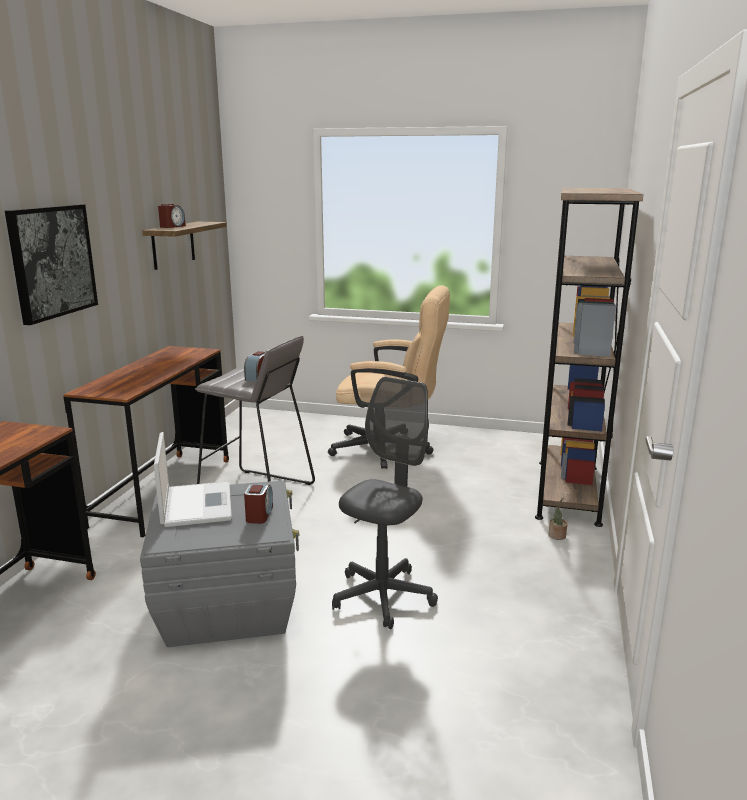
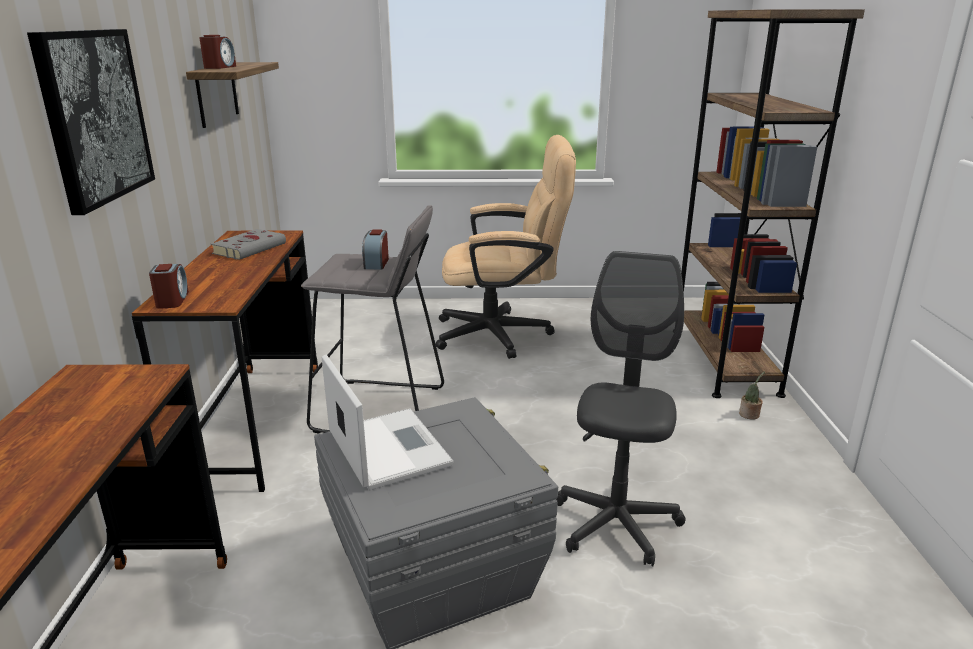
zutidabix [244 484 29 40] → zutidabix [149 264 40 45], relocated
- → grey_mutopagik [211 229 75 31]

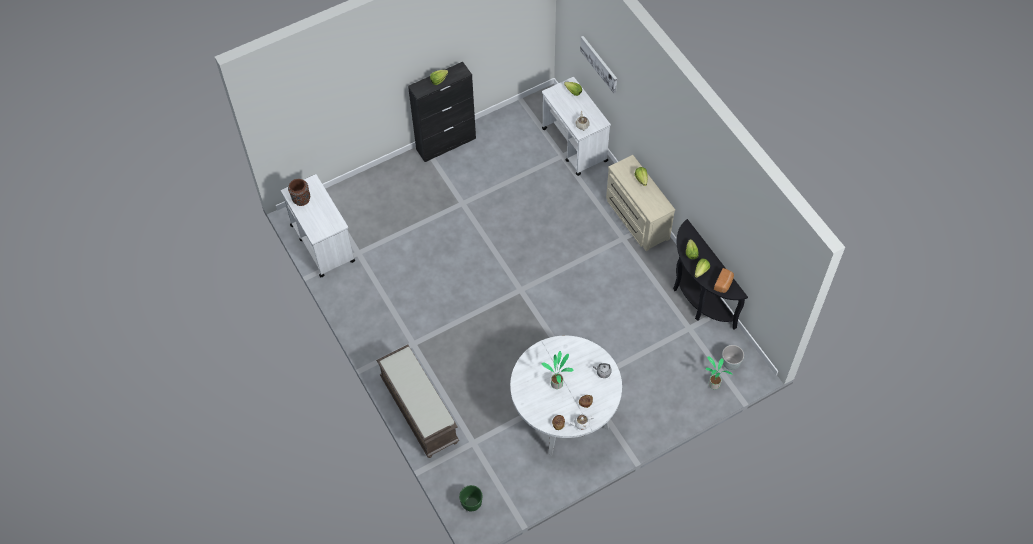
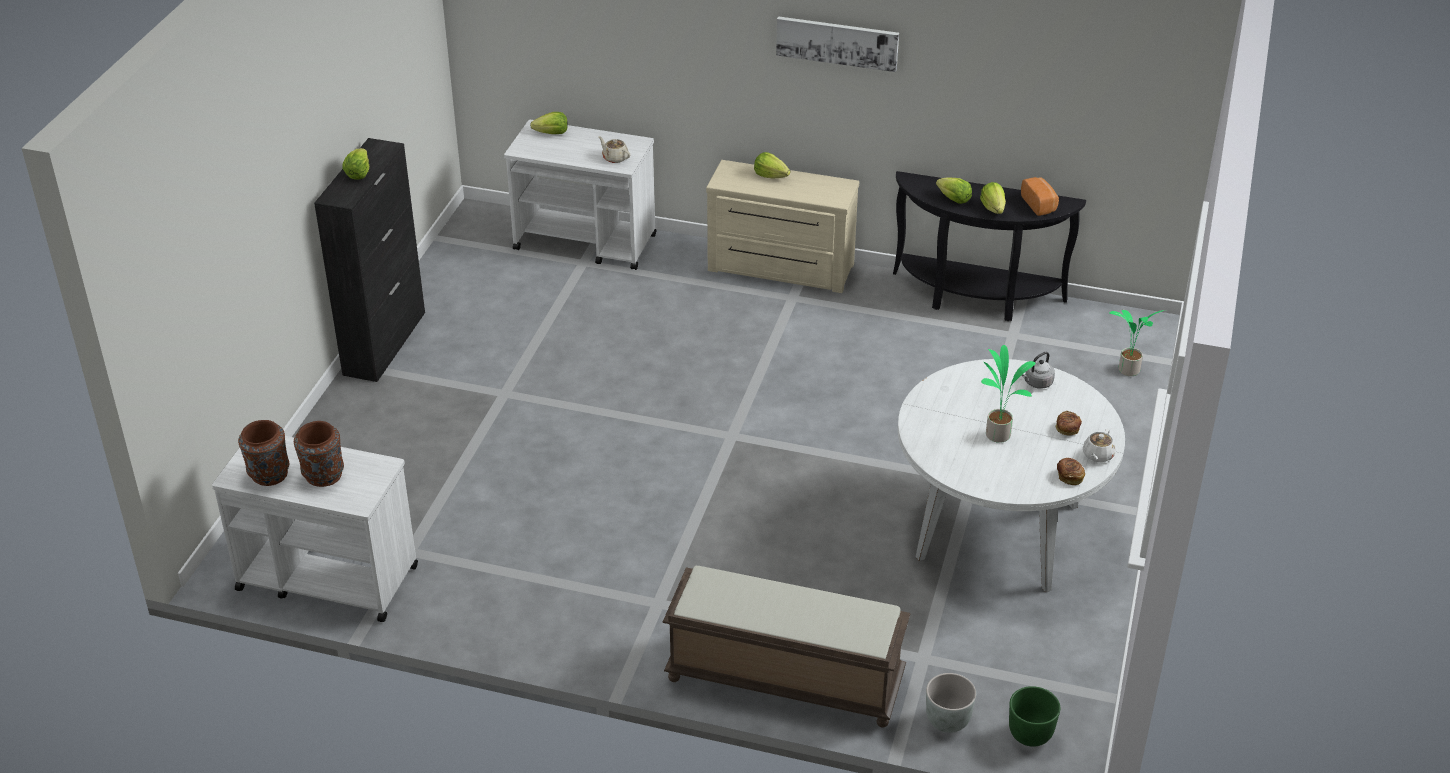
- → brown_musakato [294 421 50 66]
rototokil [580 36 37 57] → rototokil [776 16 123 56], relocated
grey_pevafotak [722 345 22 25] → grey_pevafotak [926 673 50 60], relocated

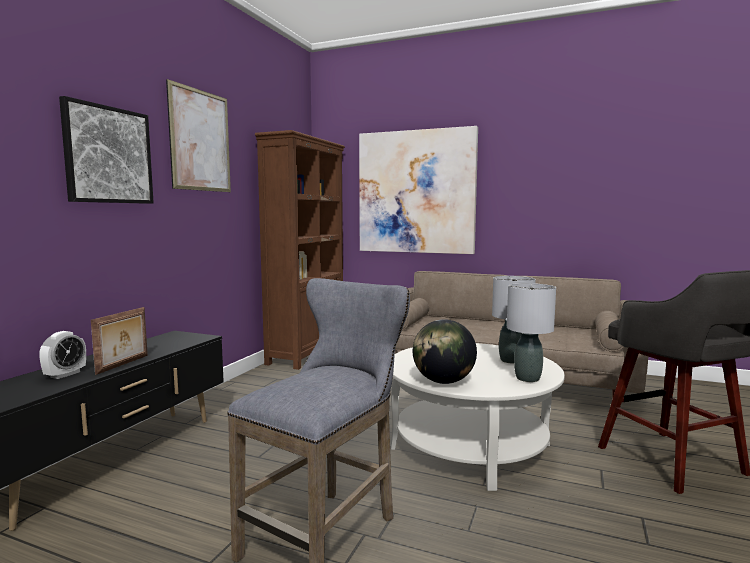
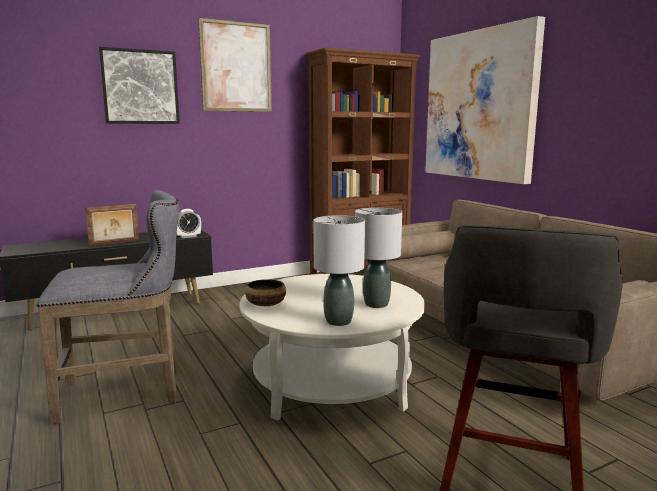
zutidabix [39 331 47 48] → zutidabix [177 209 24 29], relocated
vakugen [413 319 64 65] → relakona [245 279 41 27]

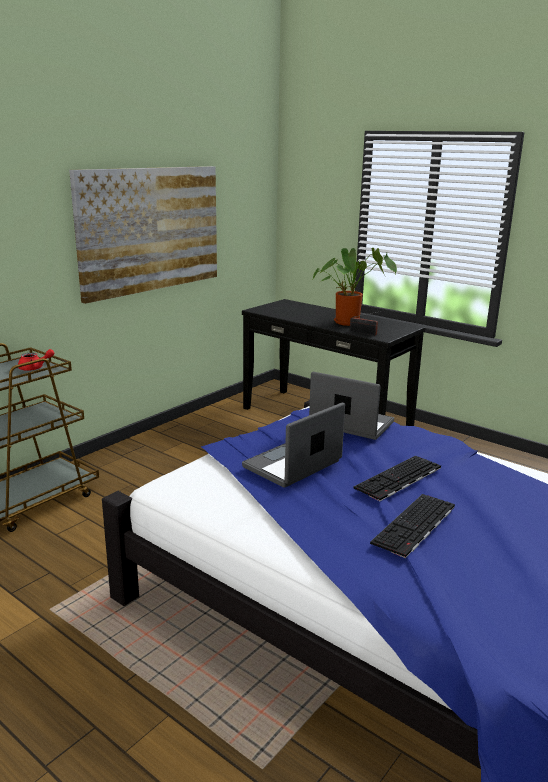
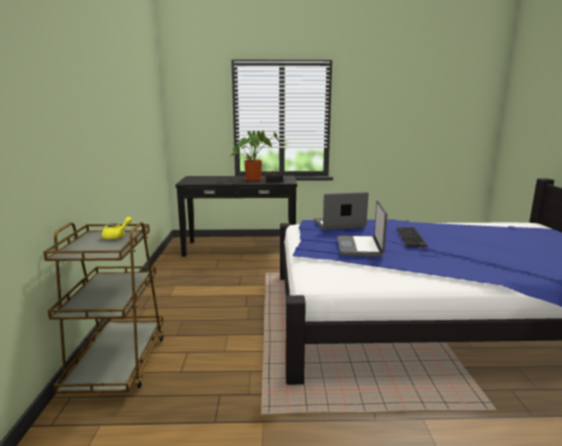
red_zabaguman [18 349 36 22] → yellow_zabaguman [102 217 30 23]
rototokil [69 166 148 138] → -
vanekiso [370 494 85 64] → -

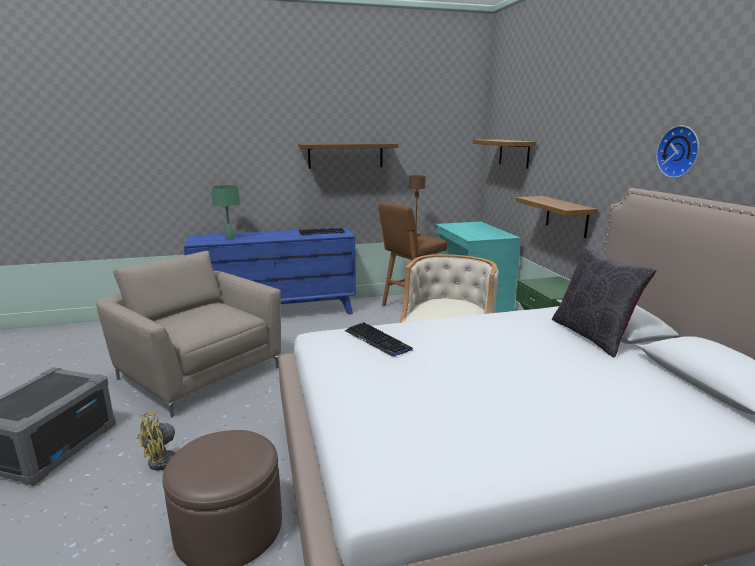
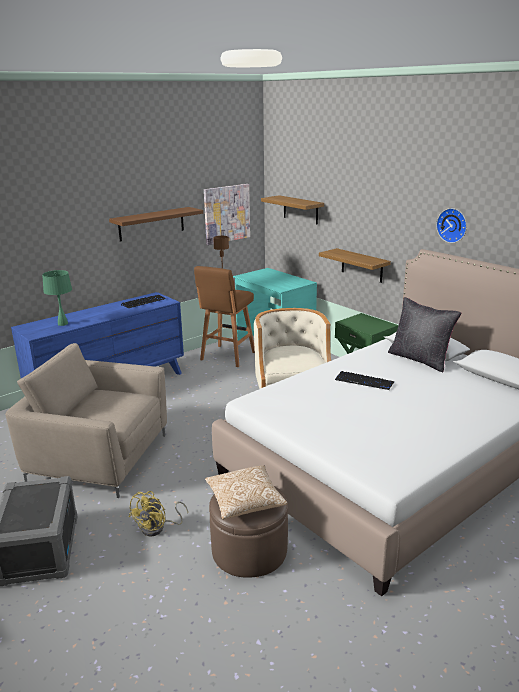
- → rototokil [204 184 46 61]
- → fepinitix [205 465 83 55]
vanekiso [345 322 68 35] → vanekiso [335 371 59 19], relocated

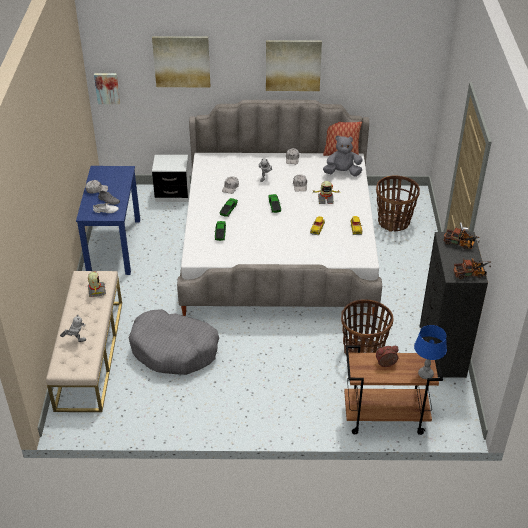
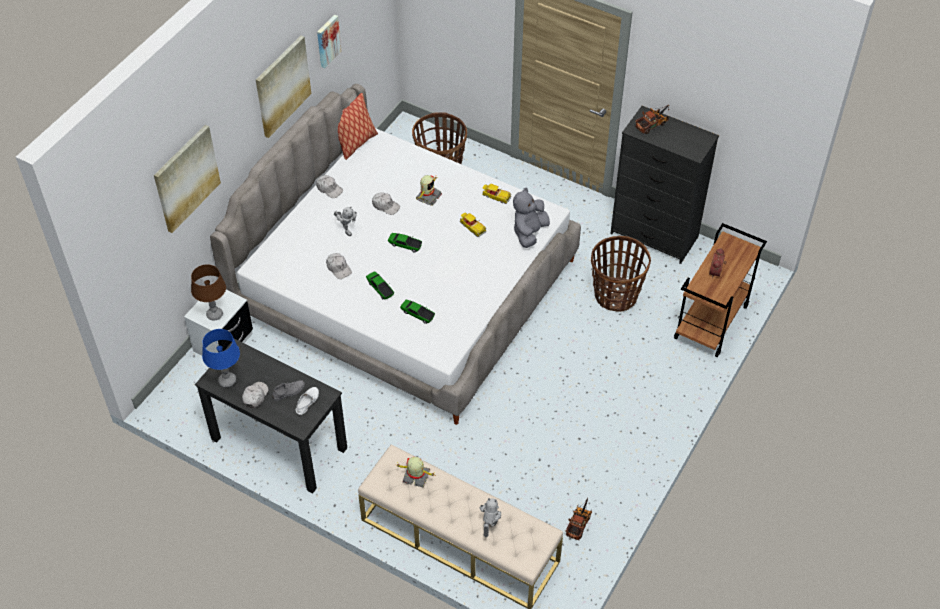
- → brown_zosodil [191 264 35 57]
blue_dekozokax [76 166 64 109] → black_dekozokax [195 339 152 154]
blue_zosodil [414 325 33 54] → blue_zosodil [202 329 38 58], relocated
rototokil [94 73 26 31] → rototokil [317 15 24 53], relocated
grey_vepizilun [323 135 40 42] → grey_vepizilun [513 187 37 61], relocated
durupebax [453 258 38 21] → durupebax [565 498 27 42], relocated
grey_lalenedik [129 309 90 66] → -

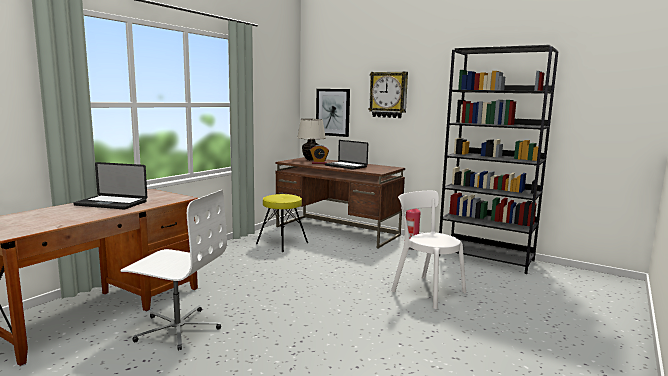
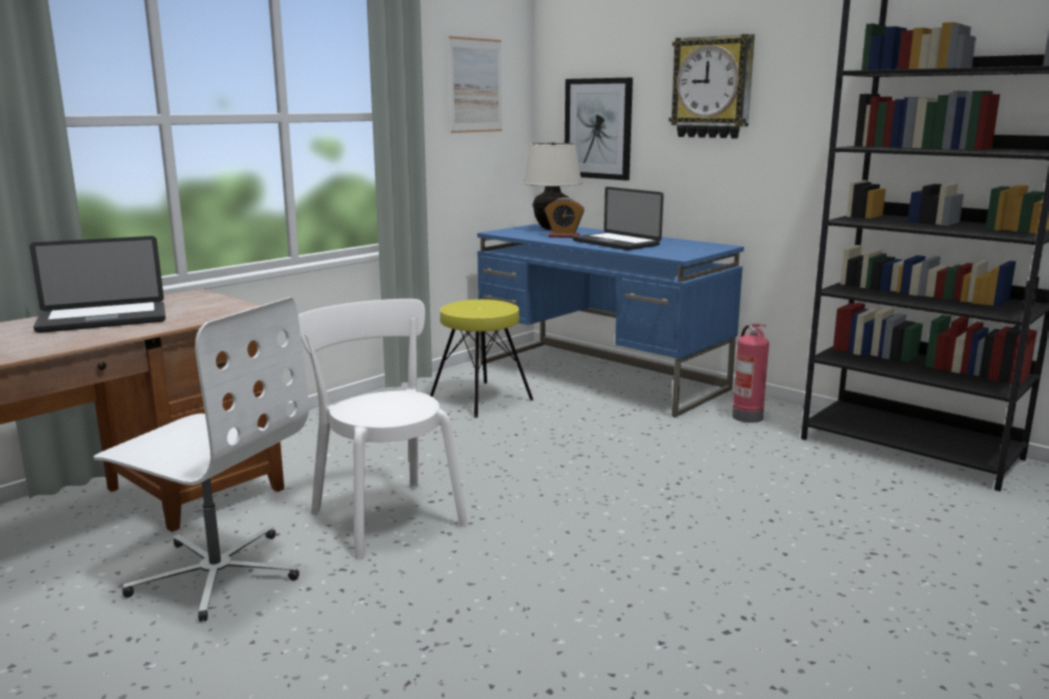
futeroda [73 162 74 47] → futeroda [30 236 136 97], 45 degrees counterclockwise
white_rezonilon [391 191 75 118] → white_rezonilon [298 299 170 260], relocated
- → rototokil [449 36 53 97]
brown_dekozokax [276 157 129 92] → blue_dekozokax [477 223 267 194]

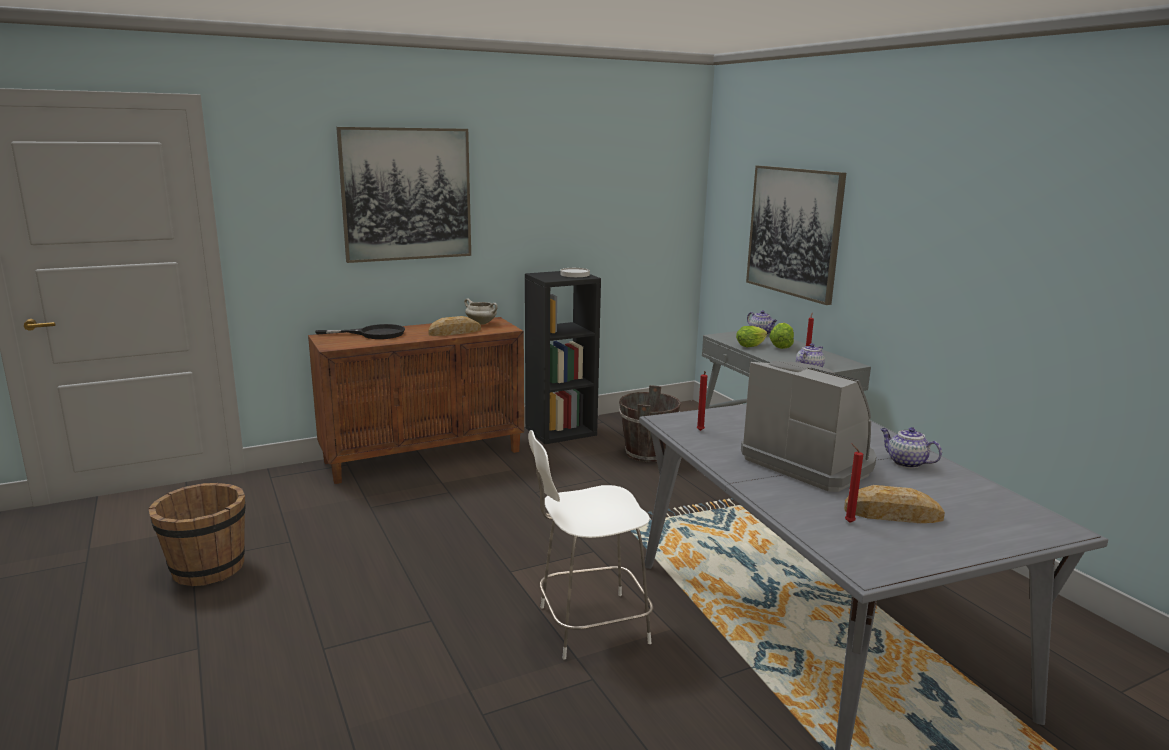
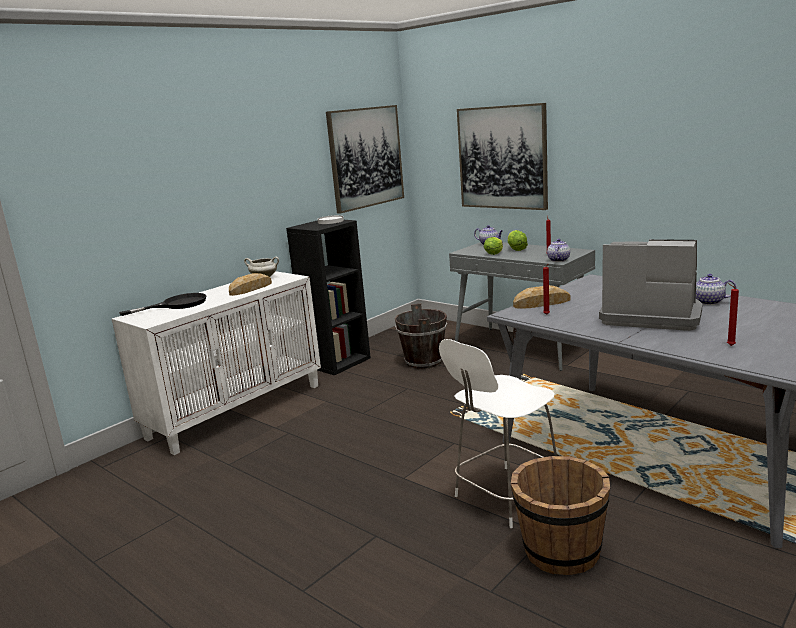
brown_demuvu [308 317 216 167] → white_demuvu [112 271 209 184]
rototokil [336 127 135 136] → rototokil [326 105 78 109], relocated
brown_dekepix [148 483 97 103] → brown_dekepix [511 456 99 119], relocated
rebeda [844 485 101 38] → rebeda [513 285 57 24], relocated

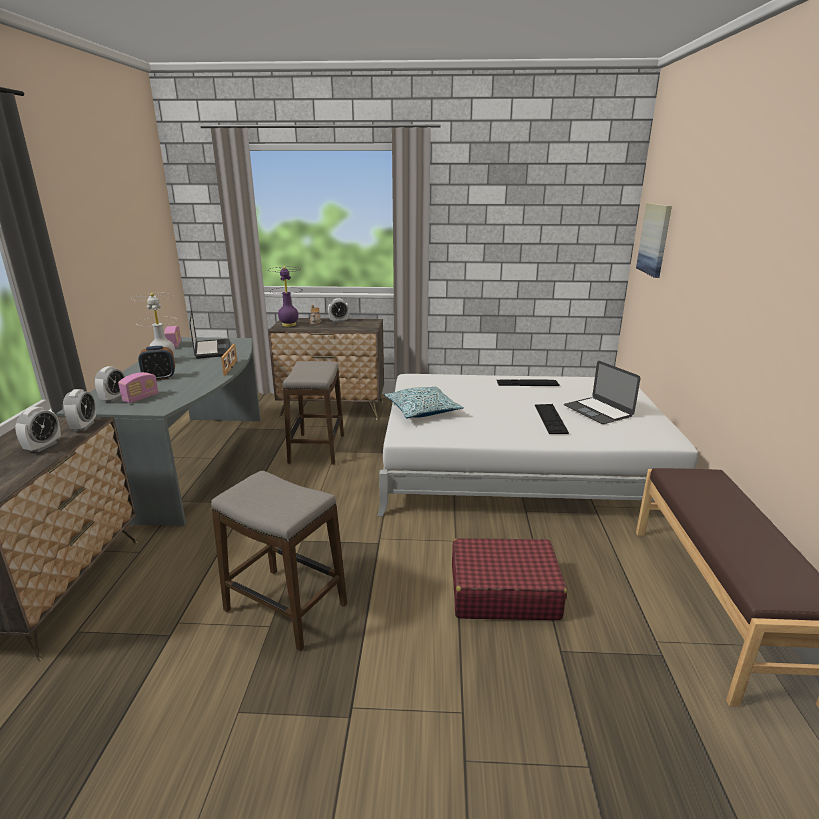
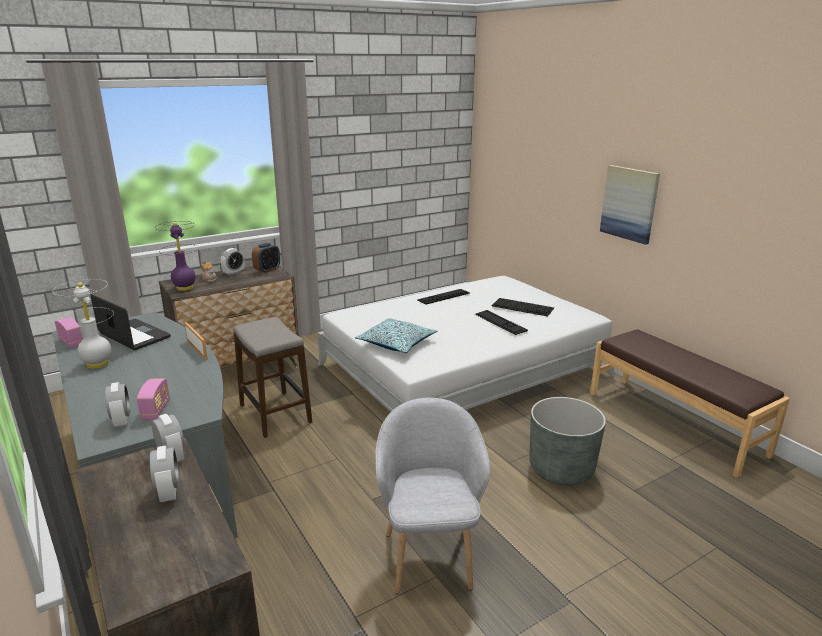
zutidabix [138 346 37 34] → zutidabix [252 243 28 30], relocated
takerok [211 471 136 180] → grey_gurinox [375 398 115 196]
futeroda [564 361 76 63] → vanekiso [492 298 62 19]
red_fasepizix [452 538 115 82] → grey_pevafotak [529 397 77 89]
rototokil [636 203 36 75] → rototokil [600 165 60 80], relocated

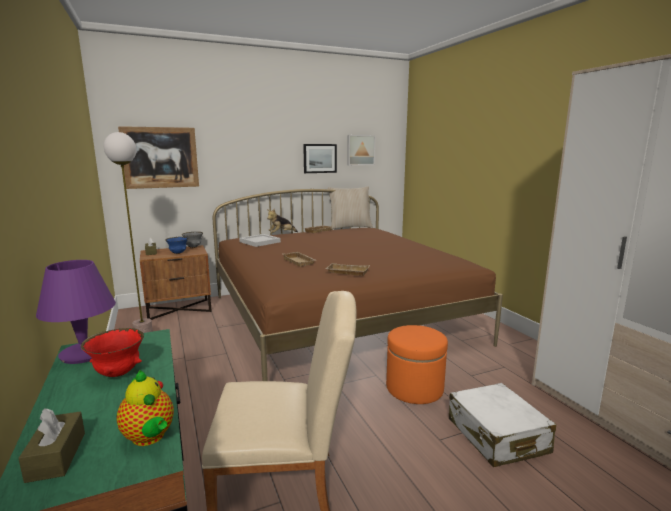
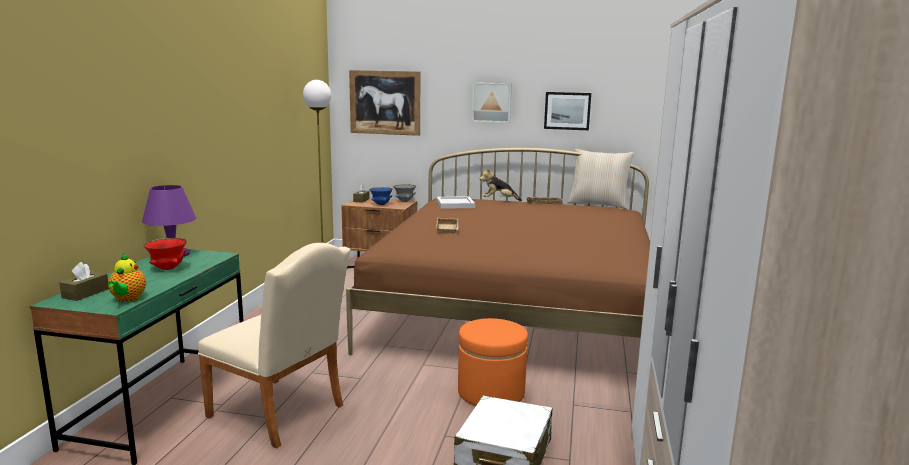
rototokil [347 135 28 30] → rototokil [472 83 40 40], relocated
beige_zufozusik [326 263 44 13] → -

